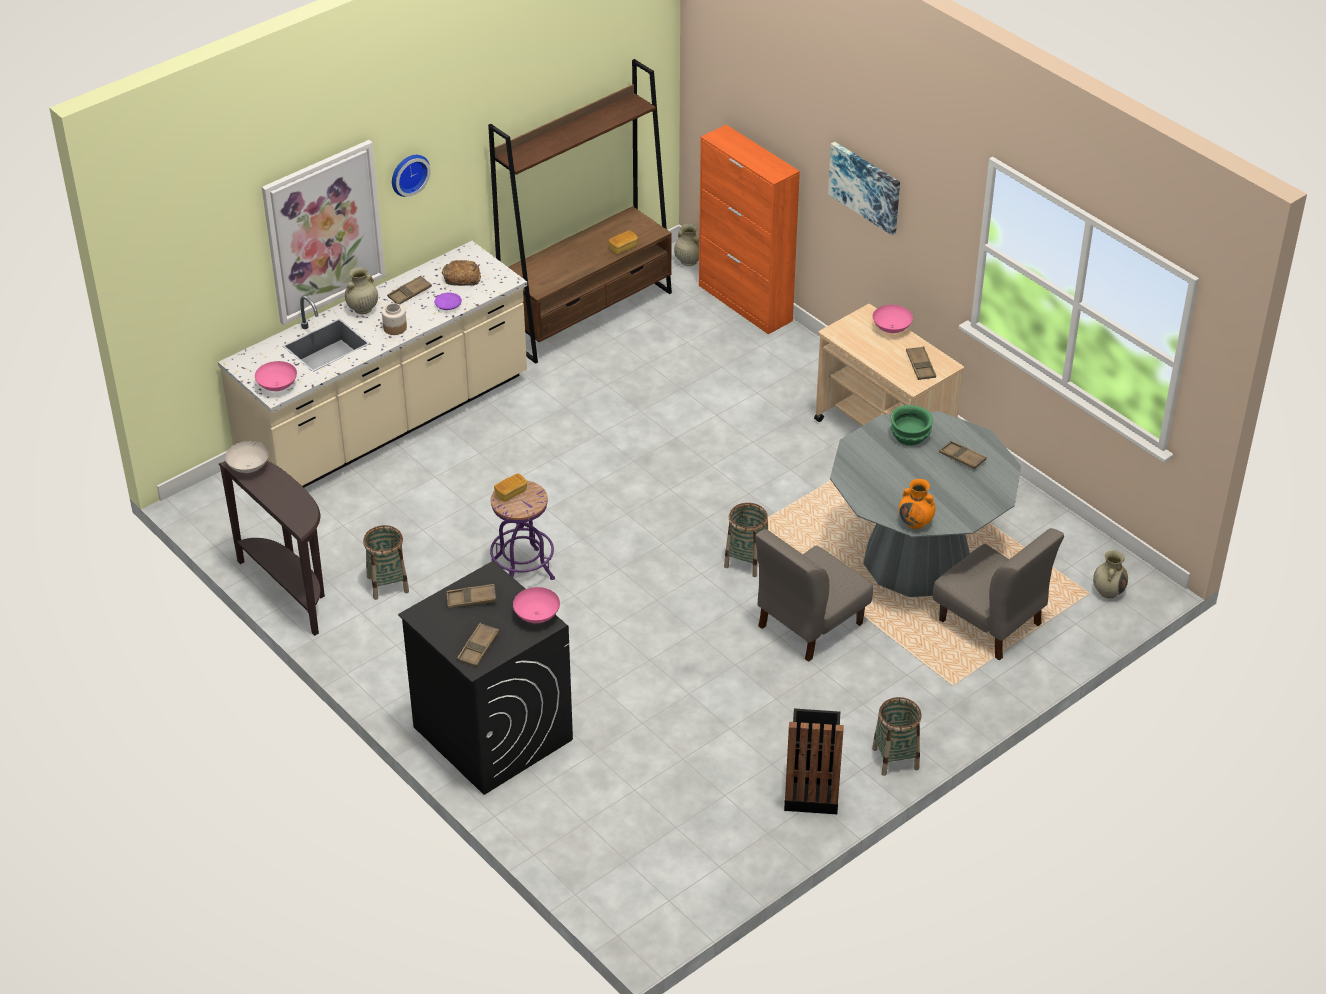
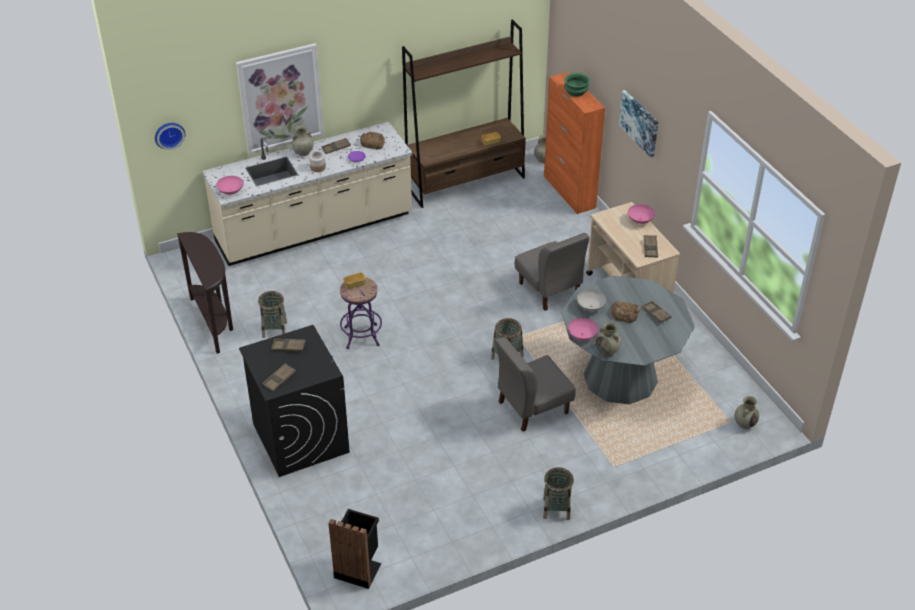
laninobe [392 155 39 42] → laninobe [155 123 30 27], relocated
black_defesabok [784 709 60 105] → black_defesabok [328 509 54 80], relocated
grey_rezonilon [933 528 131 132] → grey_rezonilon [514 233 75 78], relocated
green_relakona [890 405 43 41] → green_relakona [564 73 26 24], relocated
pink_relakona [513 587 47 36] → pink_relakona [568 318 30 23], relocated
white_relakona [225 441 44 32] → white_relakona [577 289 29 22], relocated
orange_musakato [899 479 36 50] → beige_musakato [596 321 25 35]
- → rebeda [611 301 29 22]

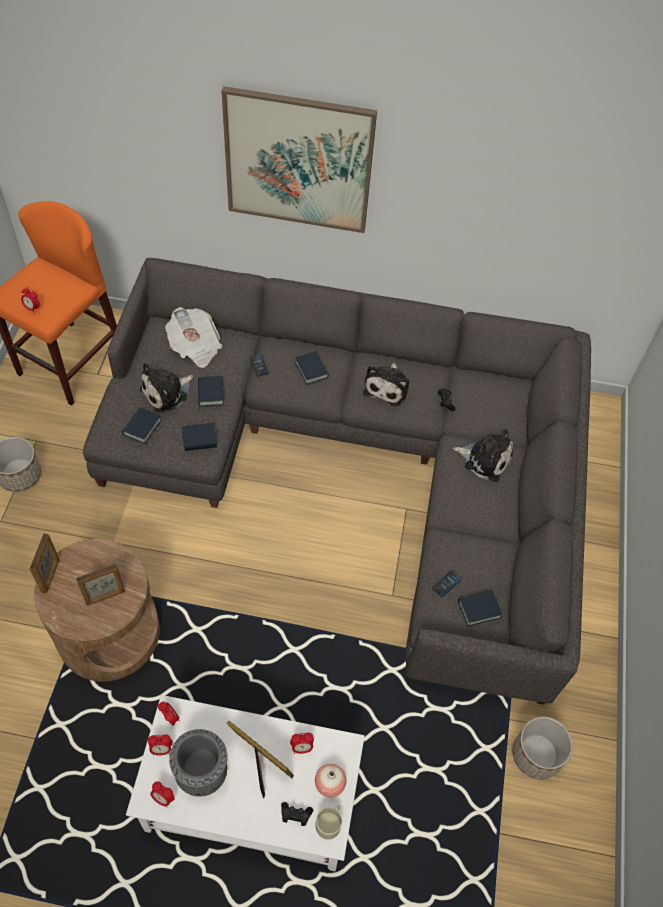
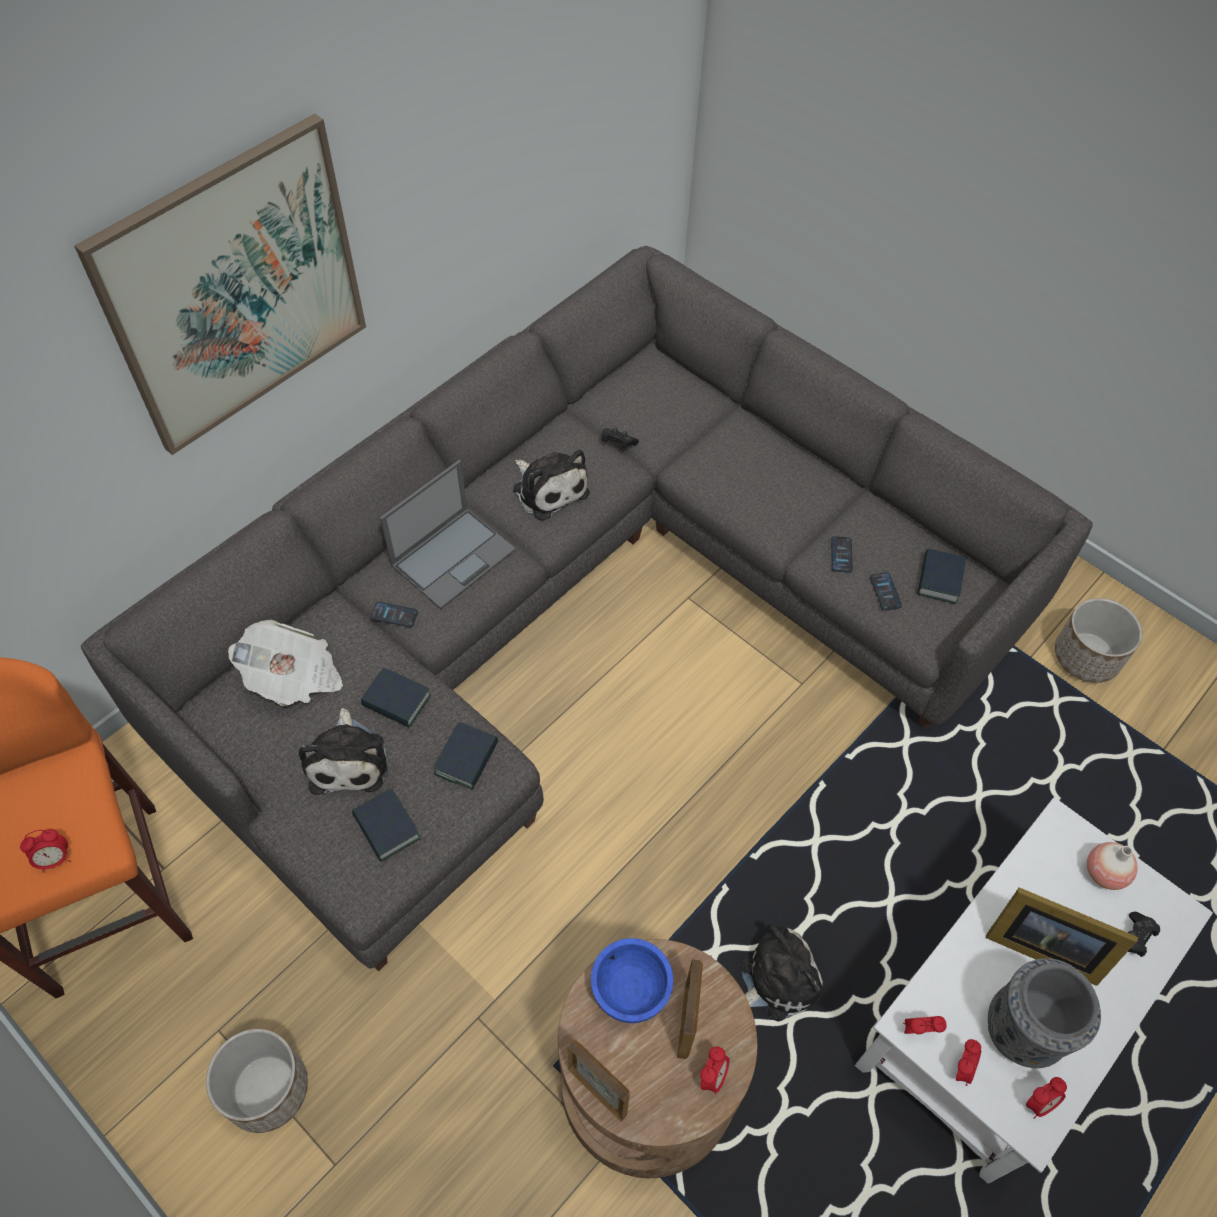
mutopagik [295 351 34 34] → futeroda [380 460 136 149]
- → blue_relakona [591 938 82 85]
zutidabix [290 733 24 21] → zutidabix [700 1046 30 49], relocated
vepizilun [453 429 60 53] → vepizilun [740 924 84 98], relocated
- → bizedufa [831 536 22 37]
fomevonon [227 721 67 77] → fomevonon [986 887 152 99], 135 degrees counterclockwise
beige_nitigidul [315 805 27 34] → -

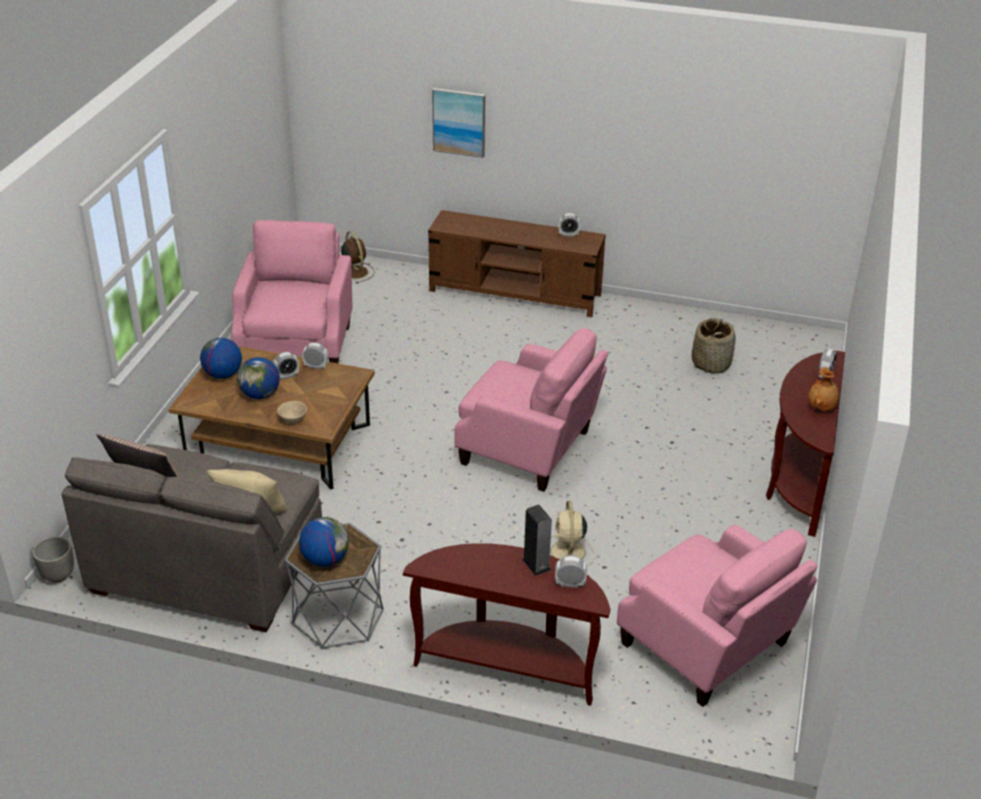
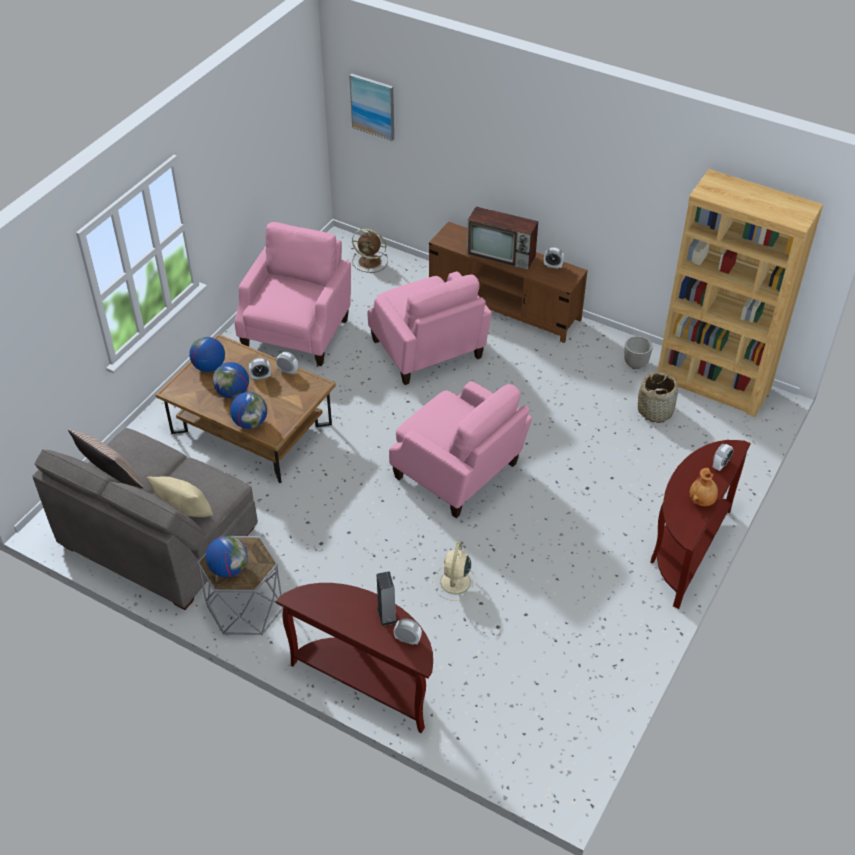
beige_relakona [277 401 30 23] → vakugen [230 392 37 37]
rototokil [432 88 53 70] → rototokil [349 74 45 67], relocated
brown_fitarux [341 231 34 53] → brown_fitarux [352 229 36 44], 120 degrees clockwise
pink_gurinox [617 525 201 182] → pink_gurinox [368 272 124 113], relocated
- → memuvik [467 206 71 64]
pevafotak [32 536 42 47] → pevafotak [624 336 29 33], relocated
- → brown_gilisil [657 169 166 248]

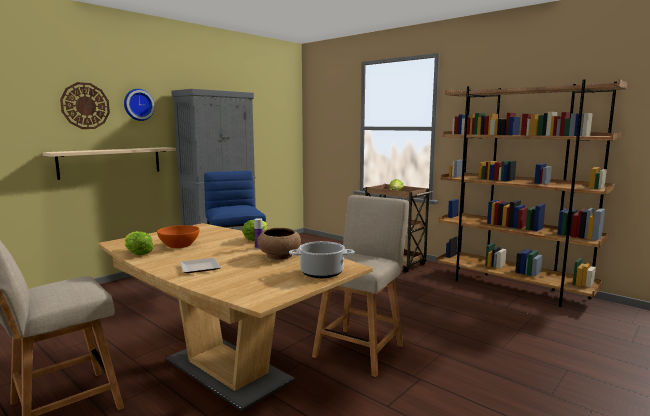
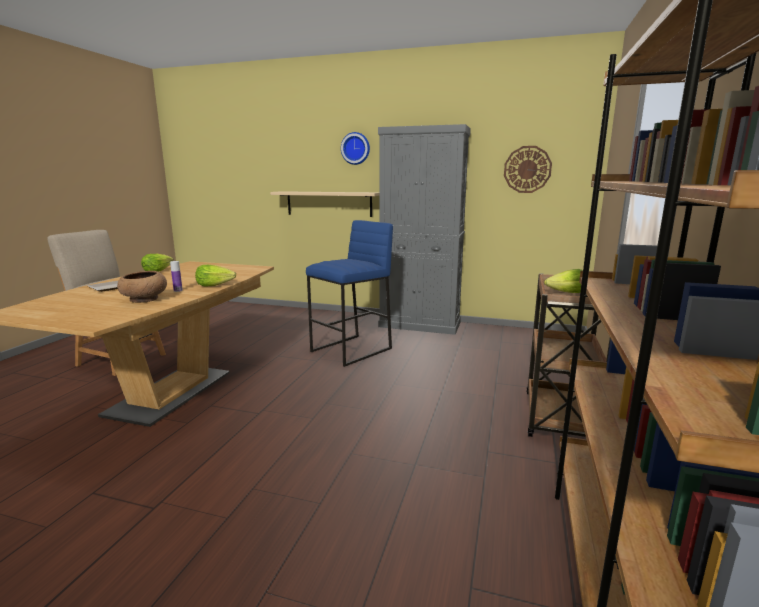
laninobe [60 82 50 47] → laninobe [504 146 48 47], relocated
orange_relakona [157 225 43 23] → -
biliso [289 241 66 37] → -
beige_rezonilon [312 195 97 182] → -

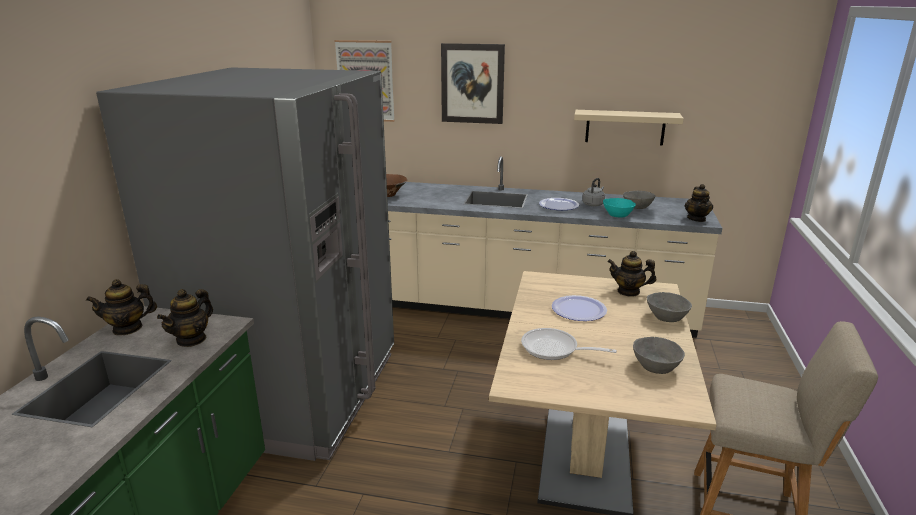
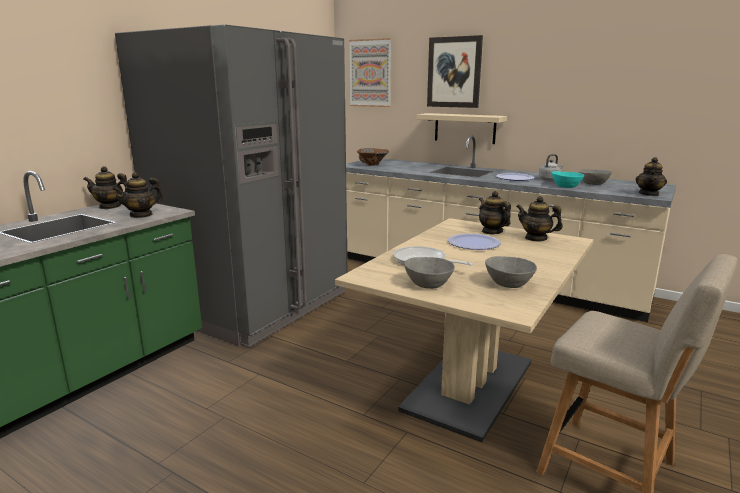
grey_relakona [647 292 45 30] → grey_relakona [404 257 51 32], relocated
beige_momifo [574 110 110 35] → beige_momifo [417 113 90 31], relocated
- → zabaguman [479 191 32 43]

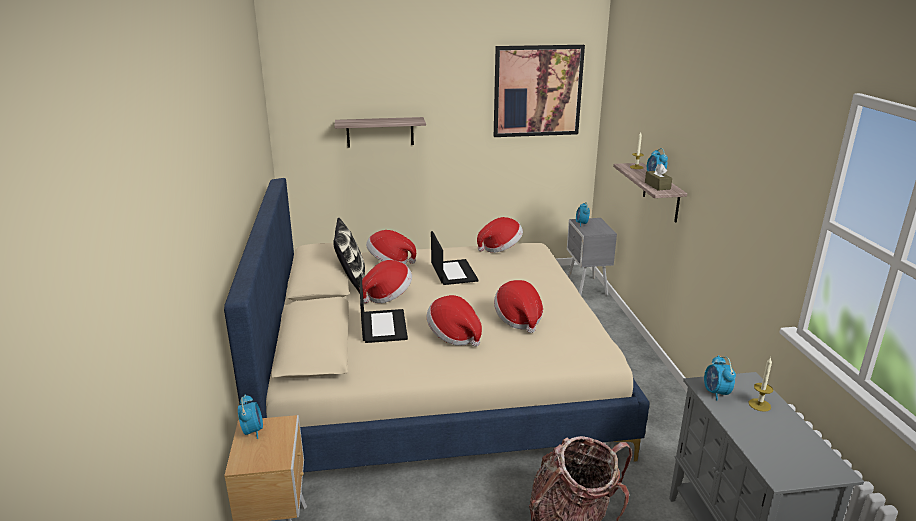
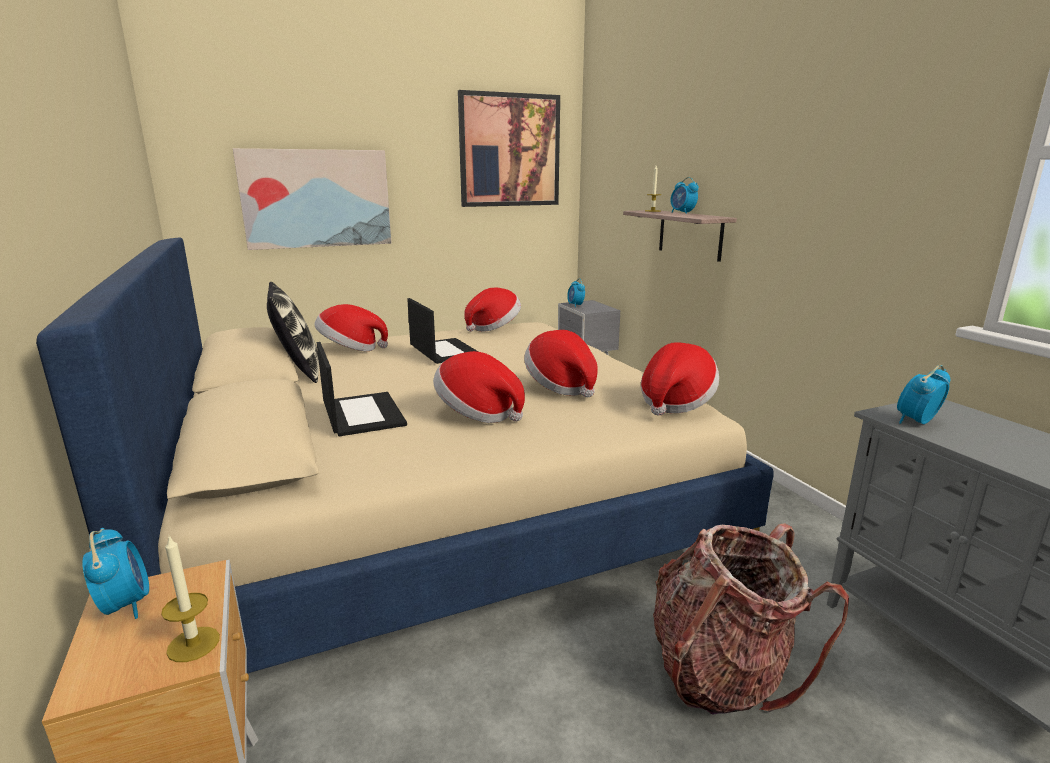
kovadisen [748 357 25 55] → kovadisen [161 534 59 128], relocated
momifo [334 117 92 30] → rototokil [233 148 159 102]
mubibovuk [362 260 50 43] → mubibovuk [641 342 78 74], relocated
zutidabix [704 355 32 46] → zutidabix [897 365 53 59], 75 degrees clockwise
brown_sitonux [645 163 27 28] → -

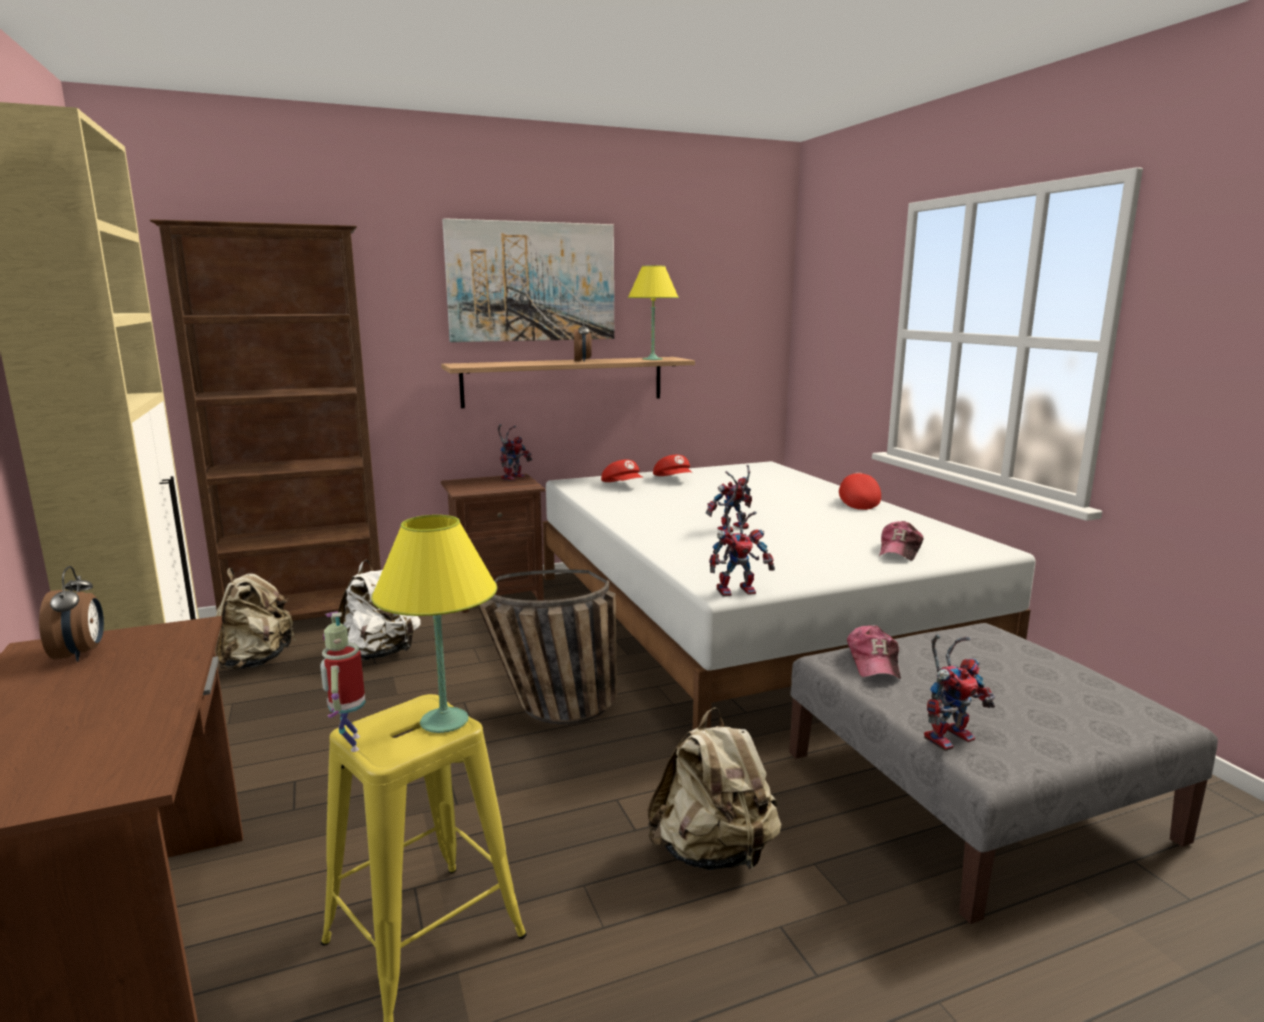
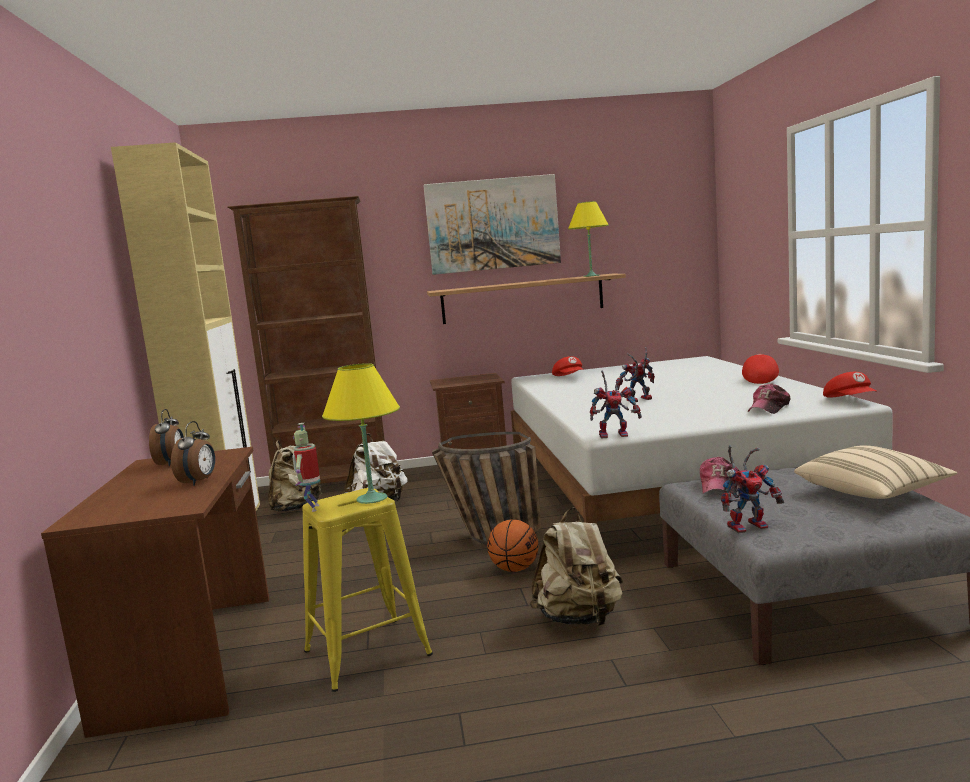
zutidabix [574 318 18 44] → zutidabix [171 421 44 65], relocated
- → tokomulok [487 520 52 52]
- → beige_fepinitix [794 445 163 54]
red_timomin [653 455 39 21] → red_timomin [823 372 53 26], relocated
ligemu [498 424 34 57] → -

